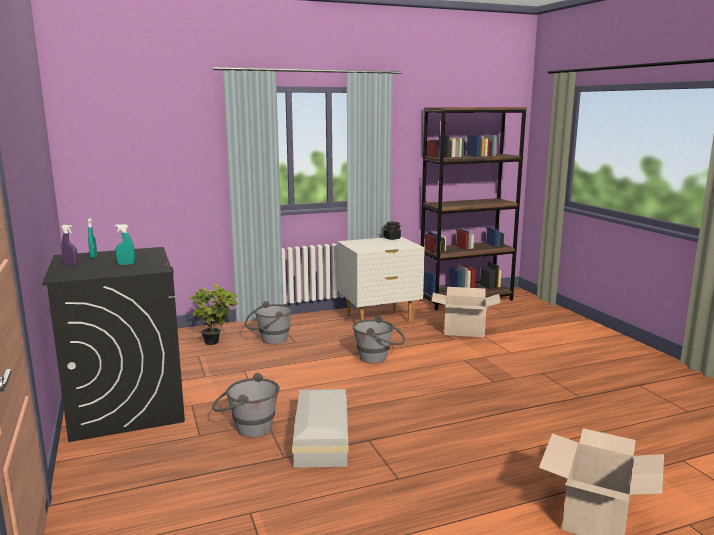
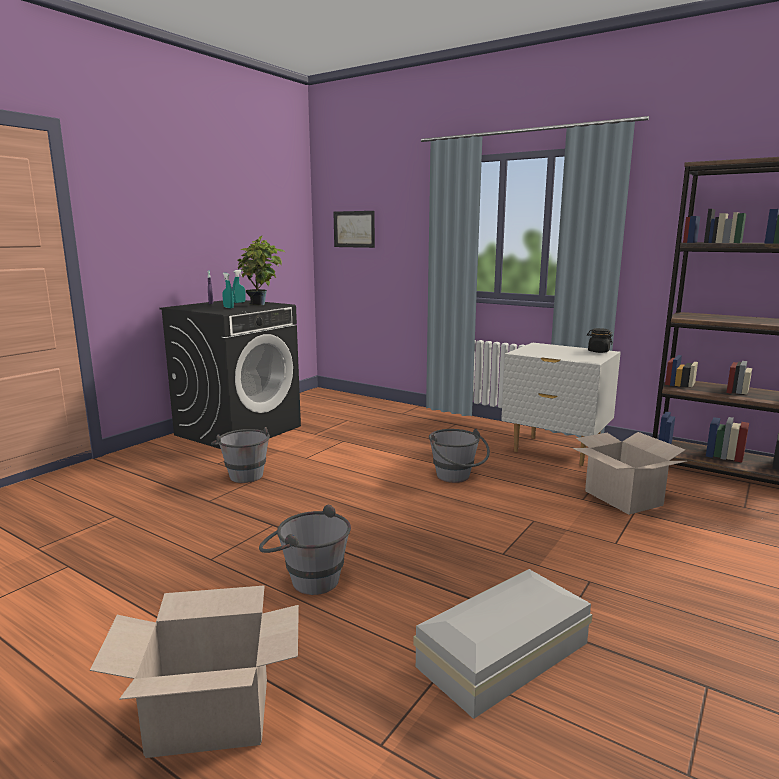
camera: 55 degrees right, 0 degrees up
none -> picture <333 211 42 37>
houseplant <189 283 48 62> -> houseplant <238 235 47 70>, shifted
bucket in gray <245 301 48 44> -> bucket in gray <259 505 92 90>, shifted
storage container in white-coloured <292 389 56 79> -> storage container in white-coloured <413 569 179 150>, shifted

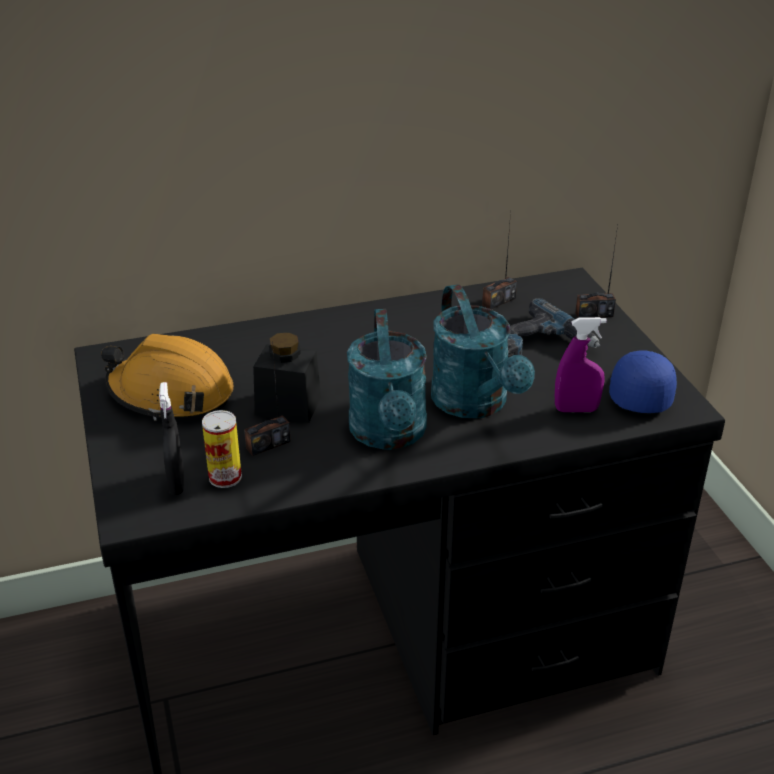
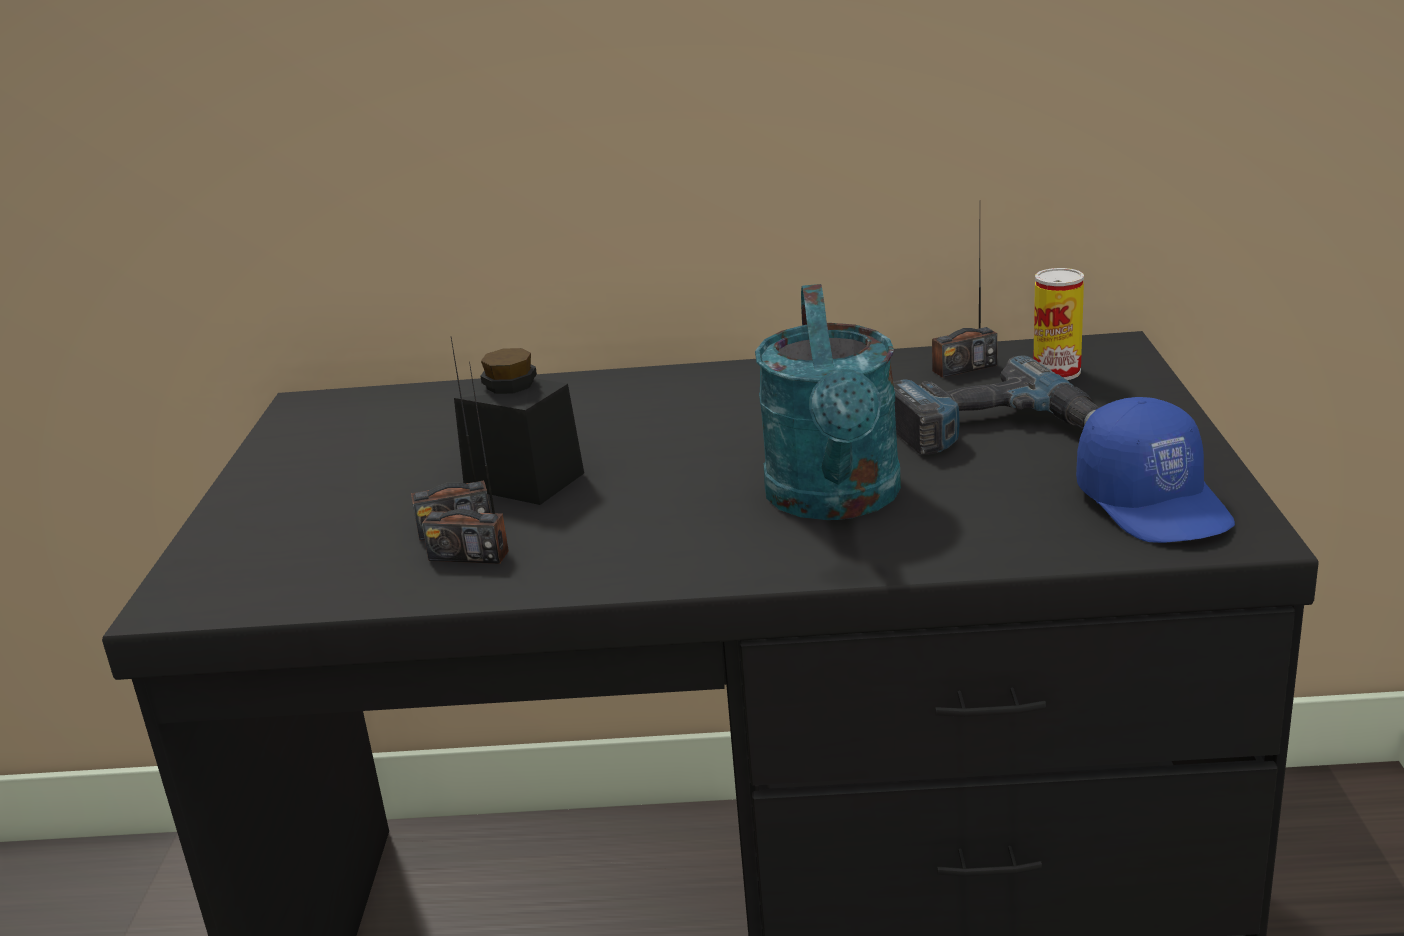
camera: 20 degrees right, 10 degrees down
safety helmet in orange <101 334 132 87> -> none
spray bottle in black <159 382 25 113> -> none
watering pot in blue-green <347 309 80 141> -> none
spray bottle in purplish <555 317 52 95> -> none
metal can <202 410 40 78> -> metal can <1033 268 51 112>, shifted
radio receiver <575 225 43 93> -> radio receiver <422 361 87 203>, shifted
cap in blue-coloured <609 351 68 62> -> cap in blue-coloured <1076 397 159 146>, 135 degrees clockwise

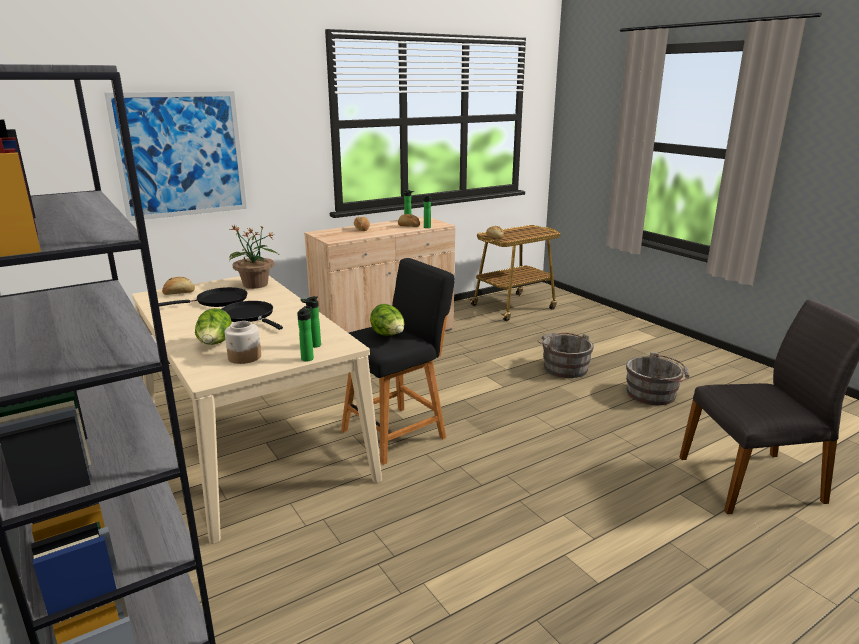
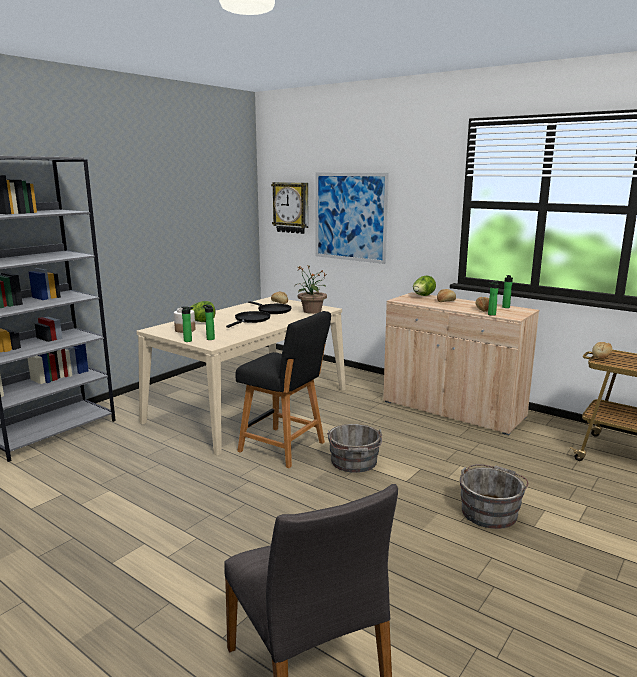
camera: 70 degrees right, 5 degrees down
none -> hanging clock <271 182 37 52>
head of lettuce <370 304 35 32> -> head of lettuce <413 275 23 21>, shifted
bucket in gray <626 352 63 53> -> bucket in gray <327 424 55 49>, shifted

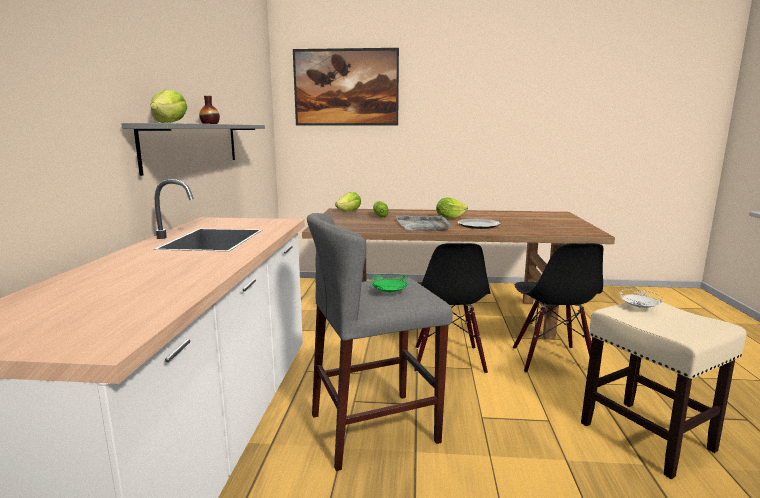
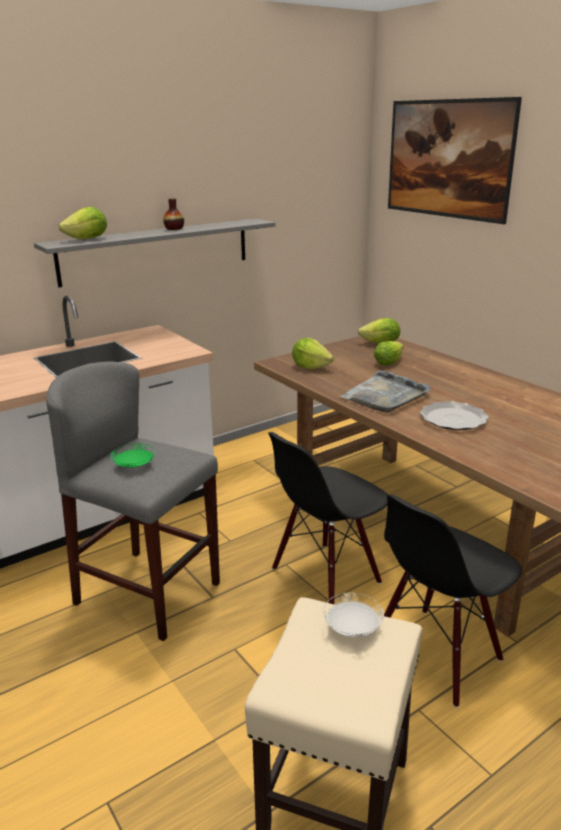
camera: 50 degrees right, 10 degrees up
head of lettuce <436 198 32 21> -> head of lettuce <292 338 42 31>, shifted

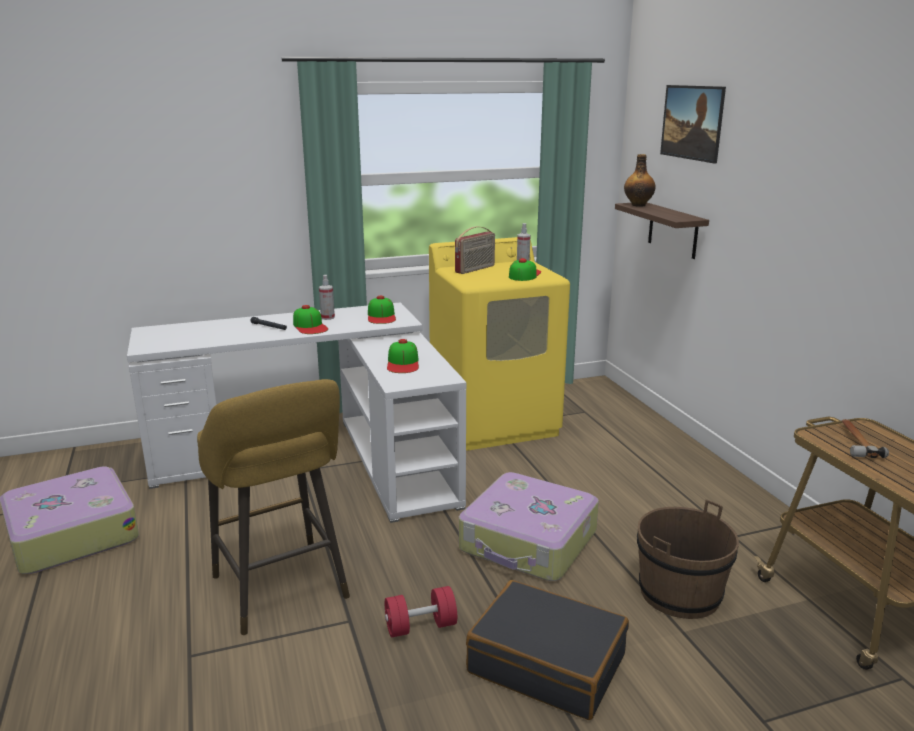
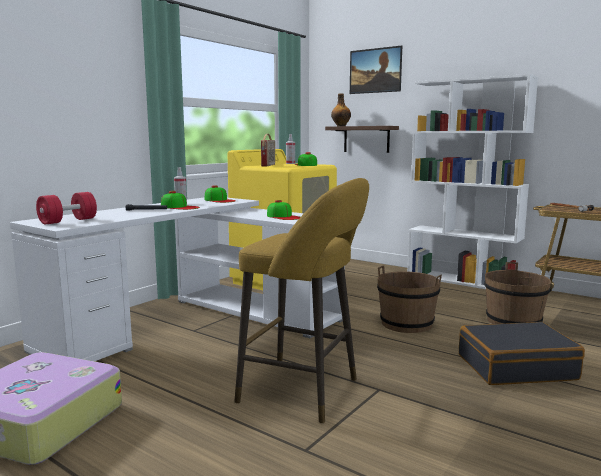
camera: 35 degrees left, 10 degrees down
none -> shelving unit in white-coloured <407 74 131 215>
dumbbell in reddish <385 586 72 51> -> dumbbell in reddish <36 192 61 33>, shifted
piece of luggage <459 472 140 109> -> bucket in brownish <377 265 65 68>

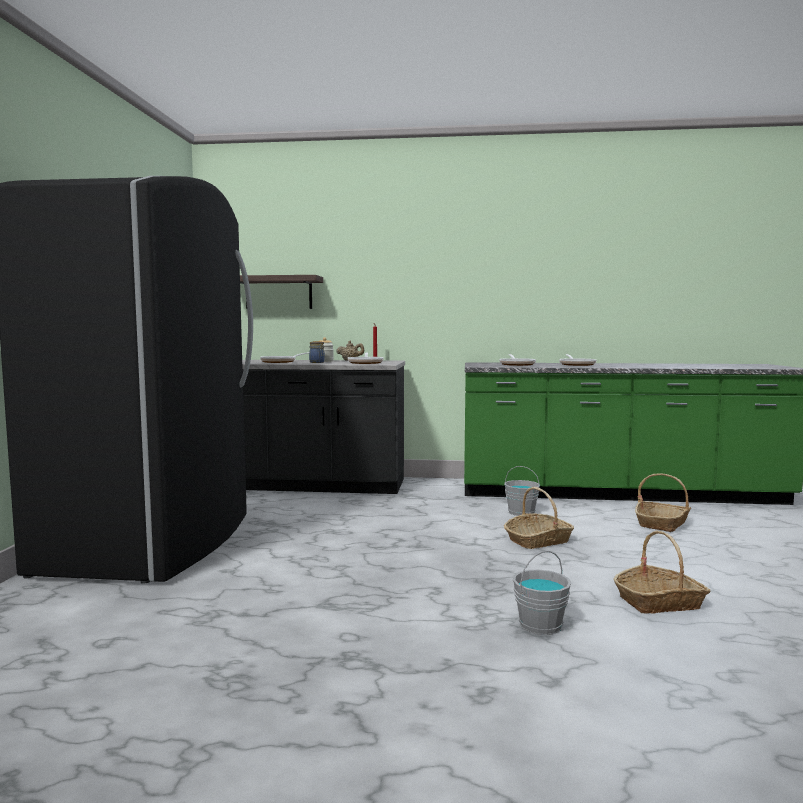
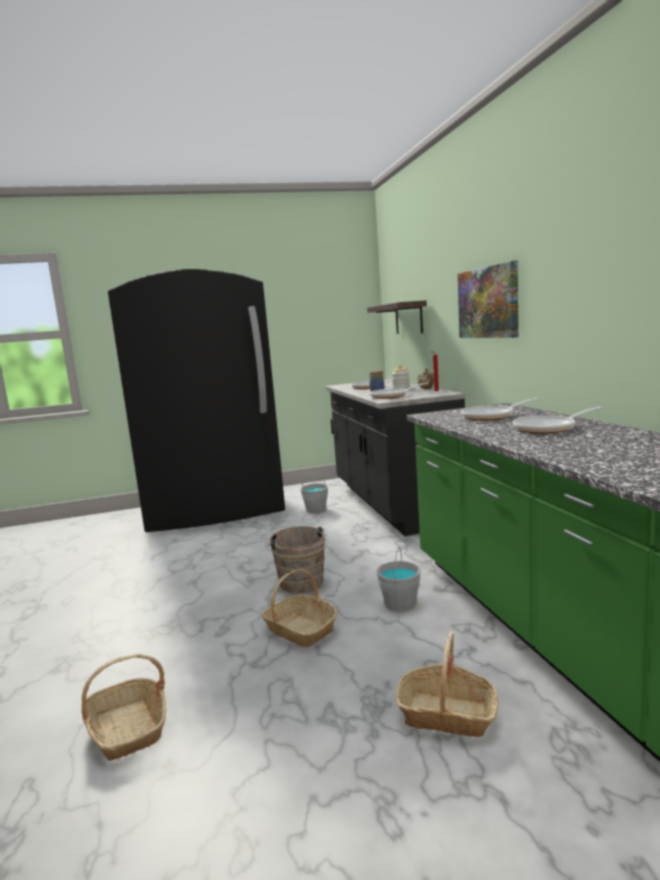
camera: 70 degrees right, 5 degrees up
none -> bucket in brownish <269 526 59 68>
none -> picture <457 260 61 78>
bucket in gray <513 551 58 84> -> bucket in gray <300 473 28 40>, shifted

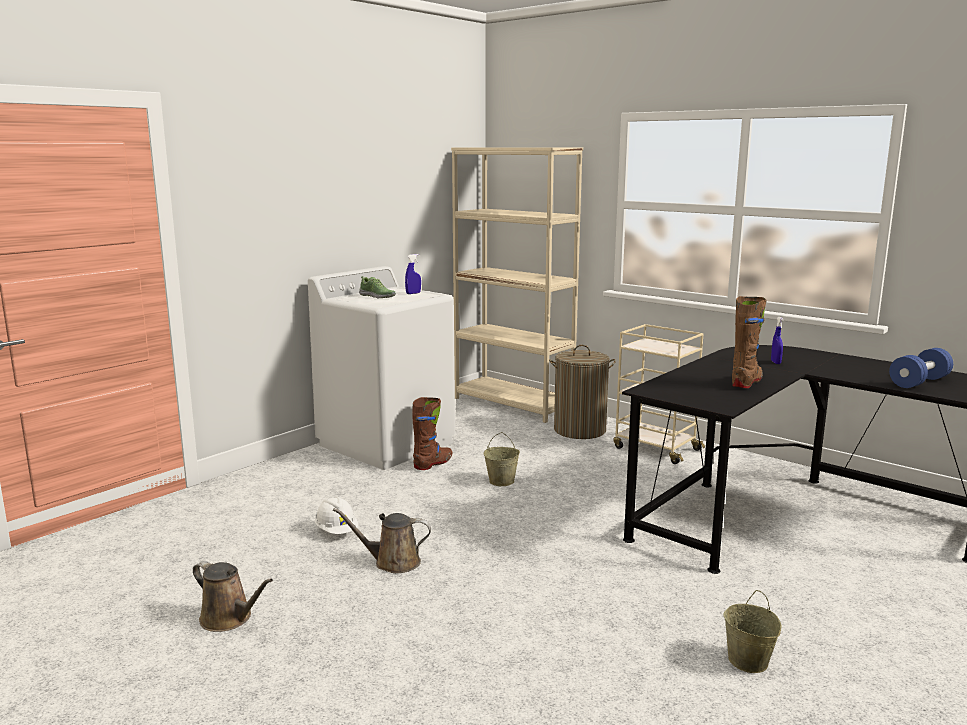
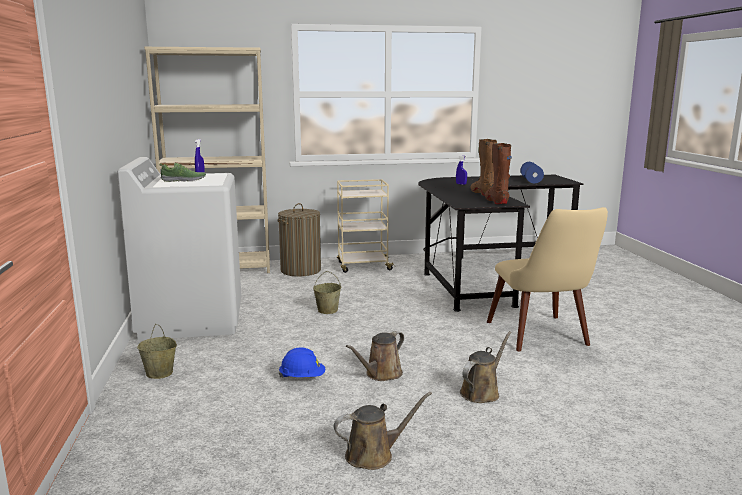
camera: 50 degrees left, 0 degrees up
none -> watering pot in brownish <460 331 52 72>
none -> plain chair in sand-coloured <487 207 121 144>
boot in brownish <412 397 41 73> -> boot in brownish <485 143 27 61>, shifted
bucket in sand-coloured <724 590 58 83> -> bucket in sand-coloured <137 324 40 55>, shifted
safety helmet in white-coloured <315 496 43 38> -> safety helmet in blue-coloured <278 348 47 30>

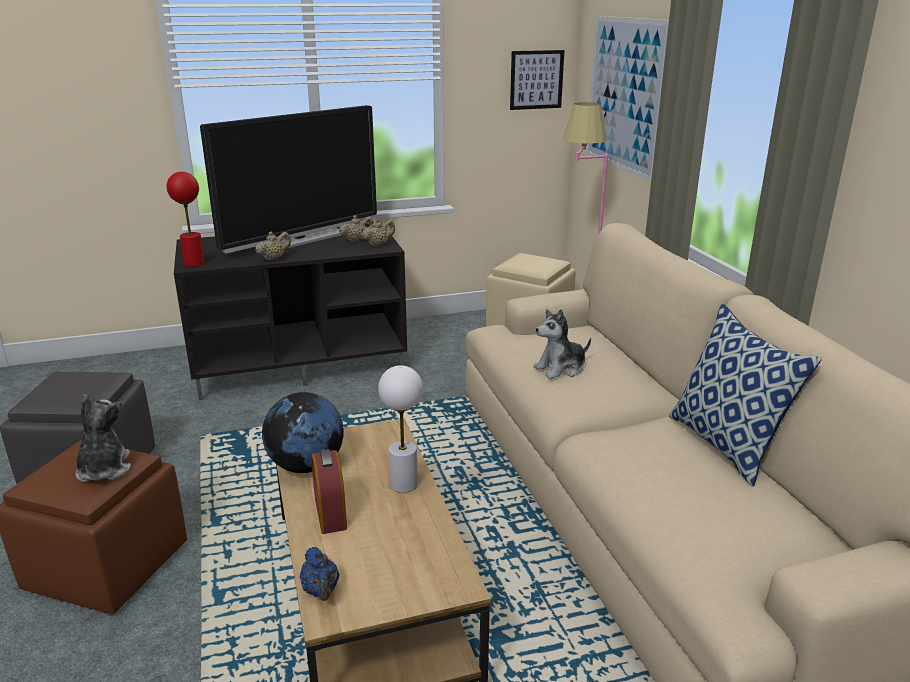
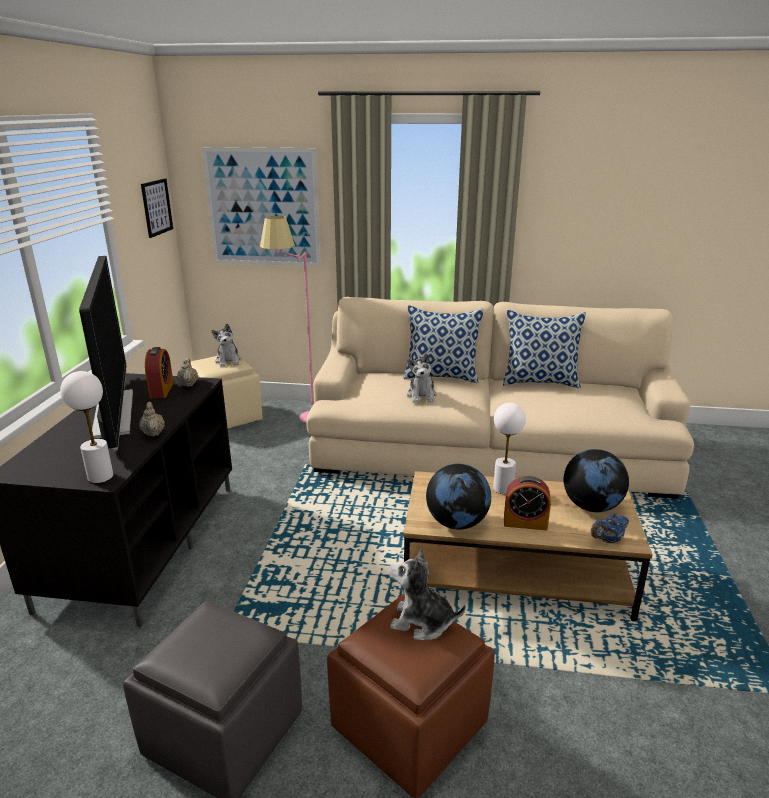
camera: 65 degrees left, 0 degrees up
none -> plush toy <212 324 29 43>
none -> pillow <404 305 80 79>
none -> world globe <564 449 65 63>
pot for tea in sand-coloured <339 215 35 27> -> table clock <145 347 29 51>
tabletop lamp in reddish <167 172 38 95> -> tabletop lamp in white-coloured <60 371 53 112>
pot for tea in blue-coloured <299 547 40 54> -> pot for tea in blue-coloured <590 513 39 30>, 150 degrees clockwise

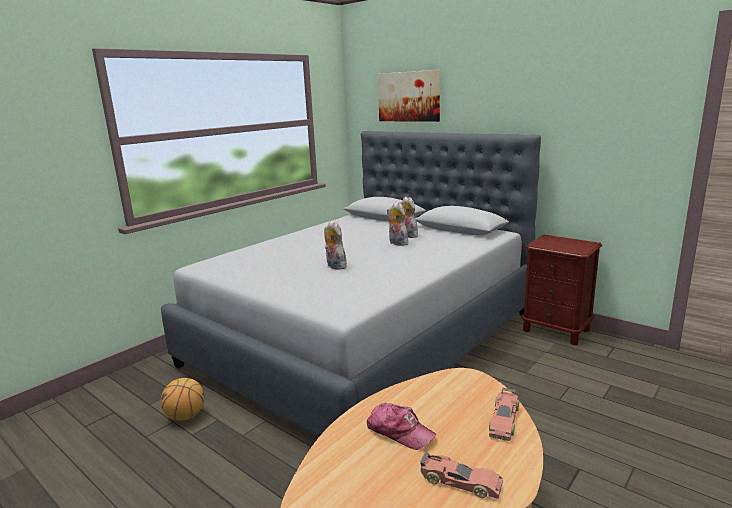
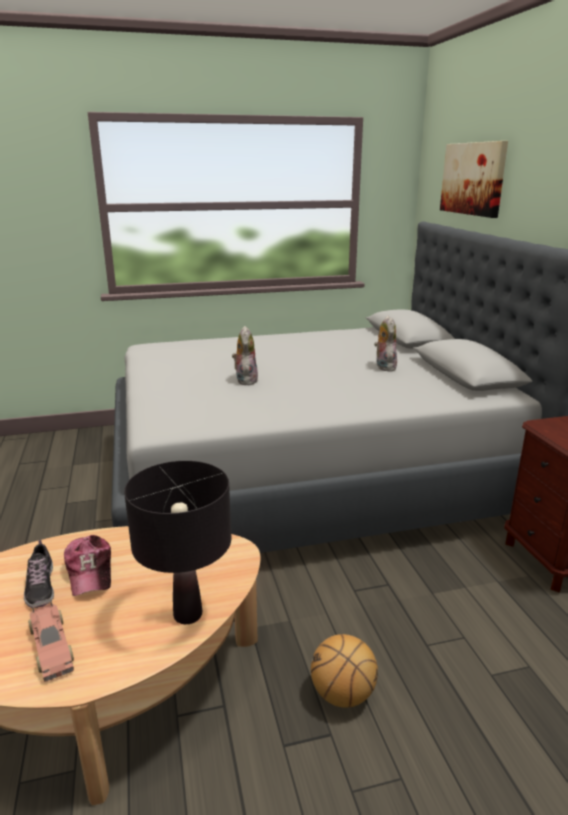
camera: 35 degrees right, 5 degrees up
plush toy <387 203 21 43> -> none
none -> low shoe <24 540 30 68>
basketball ball <161 378 44 43> -> basketball ball <311 634 67 74>, shifted
toy car <489 388 30 53> -> tabletop lamp in black <124 461 107 163>

